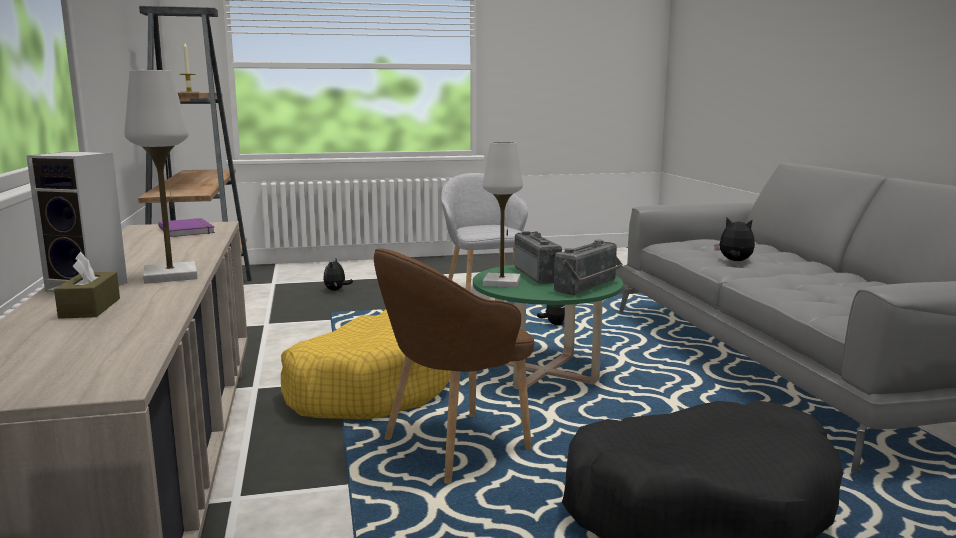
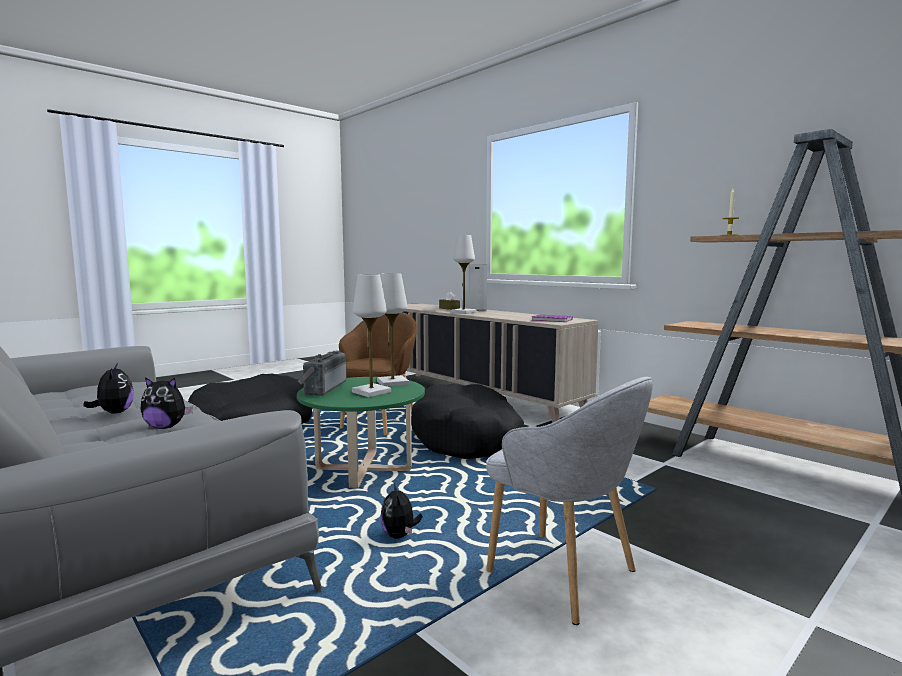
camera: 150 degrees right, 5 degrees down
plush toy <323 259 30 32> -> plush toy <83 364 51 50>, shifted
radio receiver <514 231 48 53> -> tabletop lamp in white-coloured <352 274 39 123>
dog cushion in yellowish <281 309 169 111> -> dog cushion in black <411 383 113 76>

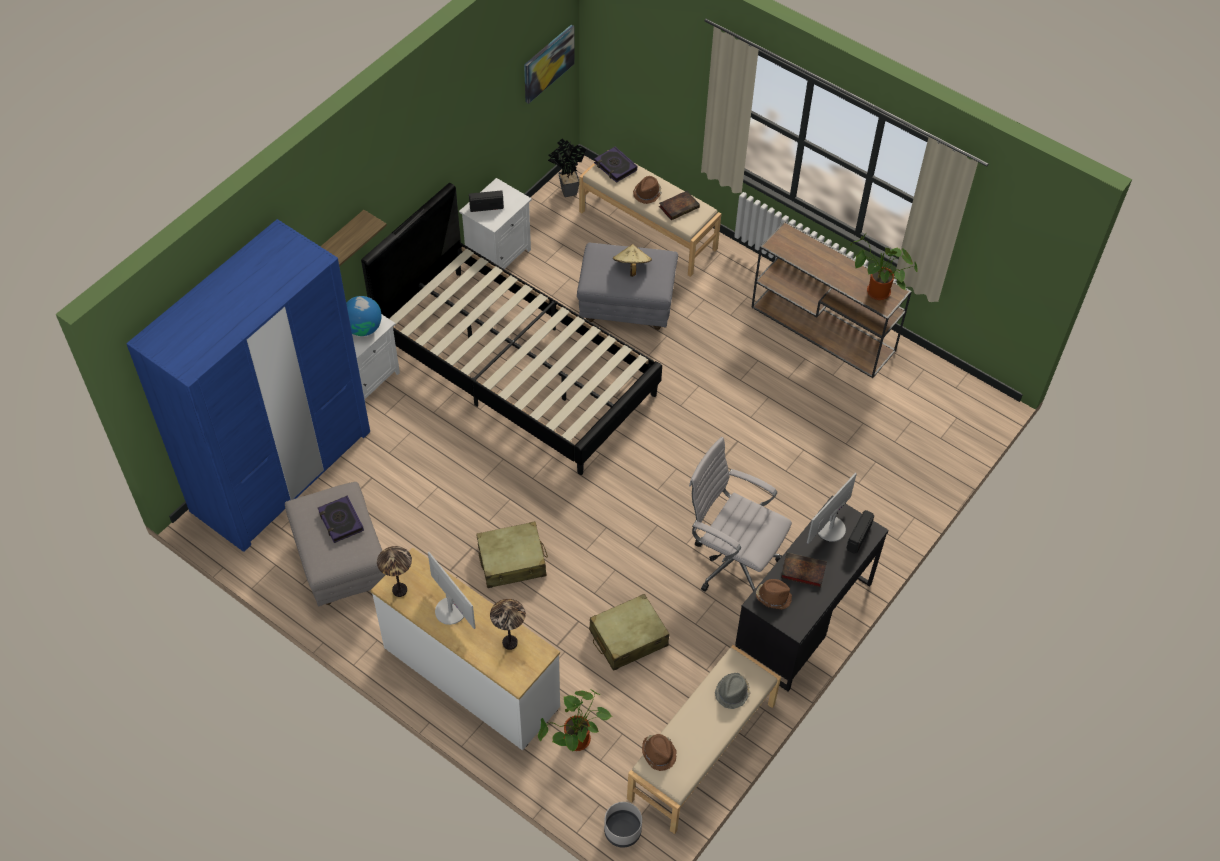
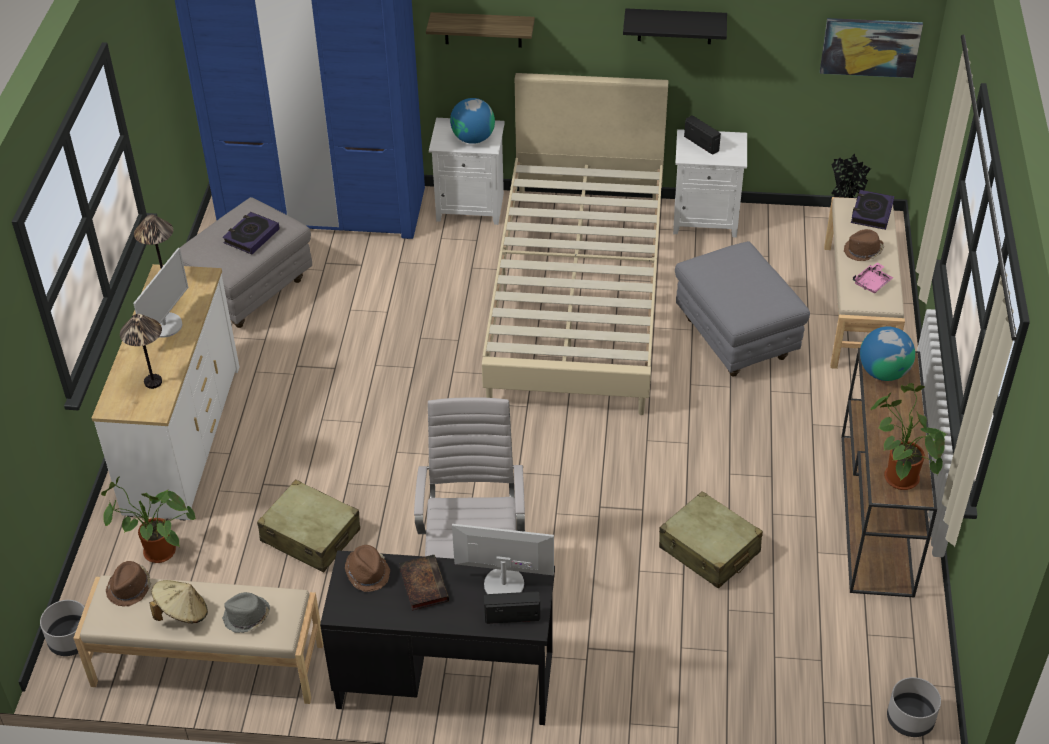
camera: 60 degrees right, 10 degrees down
none -> bracket shelf in black <623 9 104 35>
none -> world globe <860 327 55 54>
none -> plant pot in gray <887 677 54 60>
piece of luggage in sand-coloured <476 521 72 67> -> piece of luggage in sand-coloured <659 491 104 98>, shifted
hat in sand-coloured <613 244 39 33> -> hat in sand-coloured <149 580 59 43>, shifted
bound book <659 191 41 29> -> serving tray in pinkish <853 262 40 31>
bed in black <361 183 301 292> -> bed in sand-coloured <482 73 187 342>

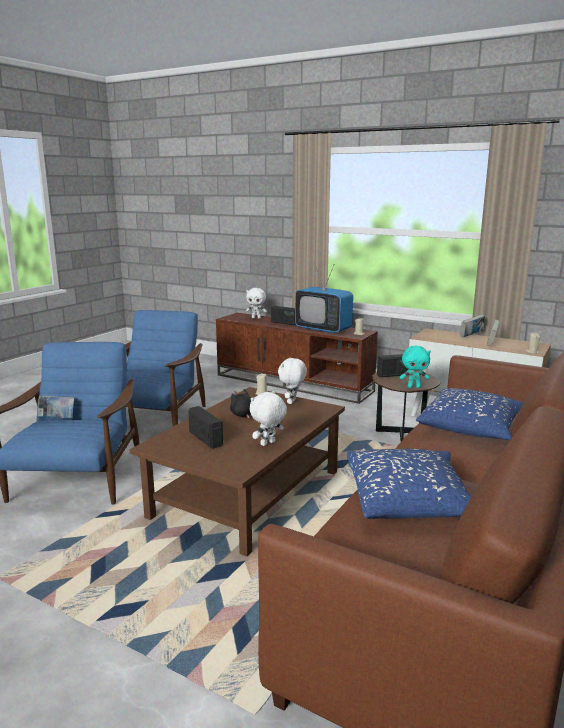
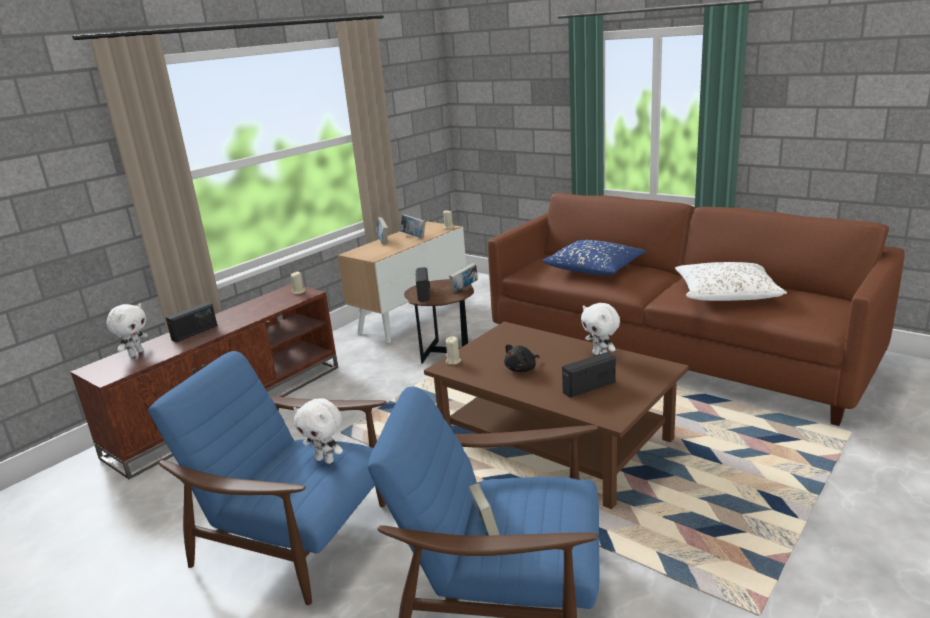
camera: 80 degrees left, 5 degrees up
television <295 262 58 71> -> none
plush toy in white-coloured <278 357 29 47> -> plush toy in white-coloured <293 398 50 66>, shifted
plush toy in blue-green <400 346 31 42> -> bound book <449 263 29 30>
pillow in blue-coloured <347 449 124 70> -> pillow in white-coloured <675 262 112 39>

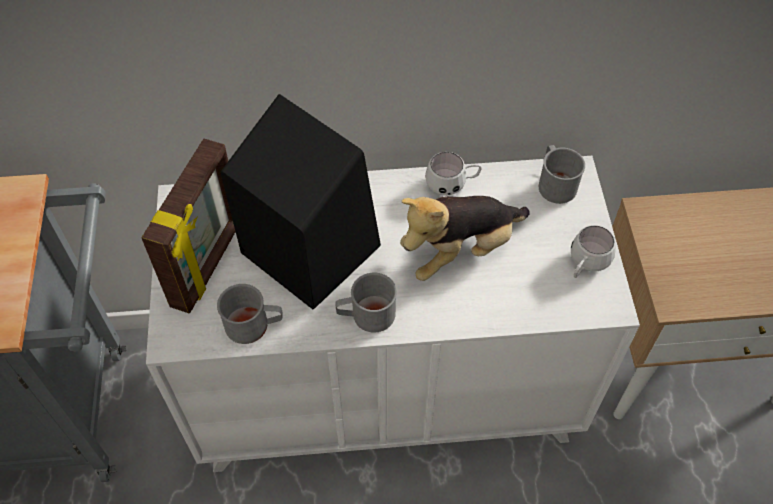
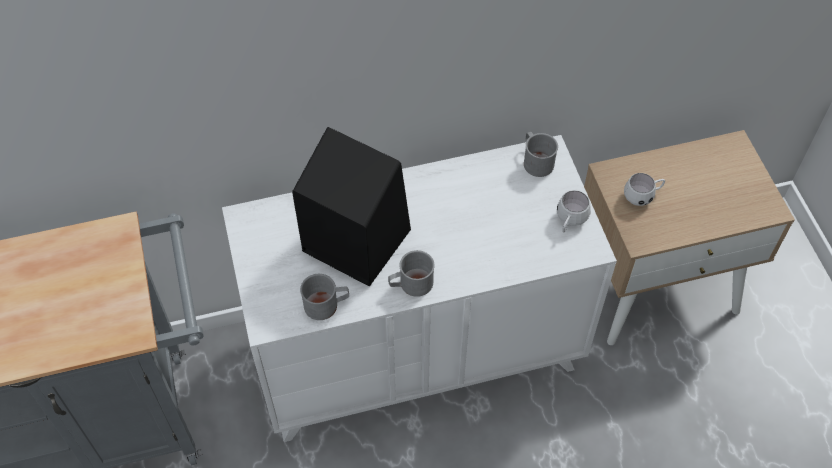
camera: 10 degrees left, 0 degrees up
standing frame <141 139 94 175> -> none
plush toy <400 196 130 85> -> none
mug in white-coloured <425 152 57 44> -> mug in white-coloured <624 173 41 33>, shifted

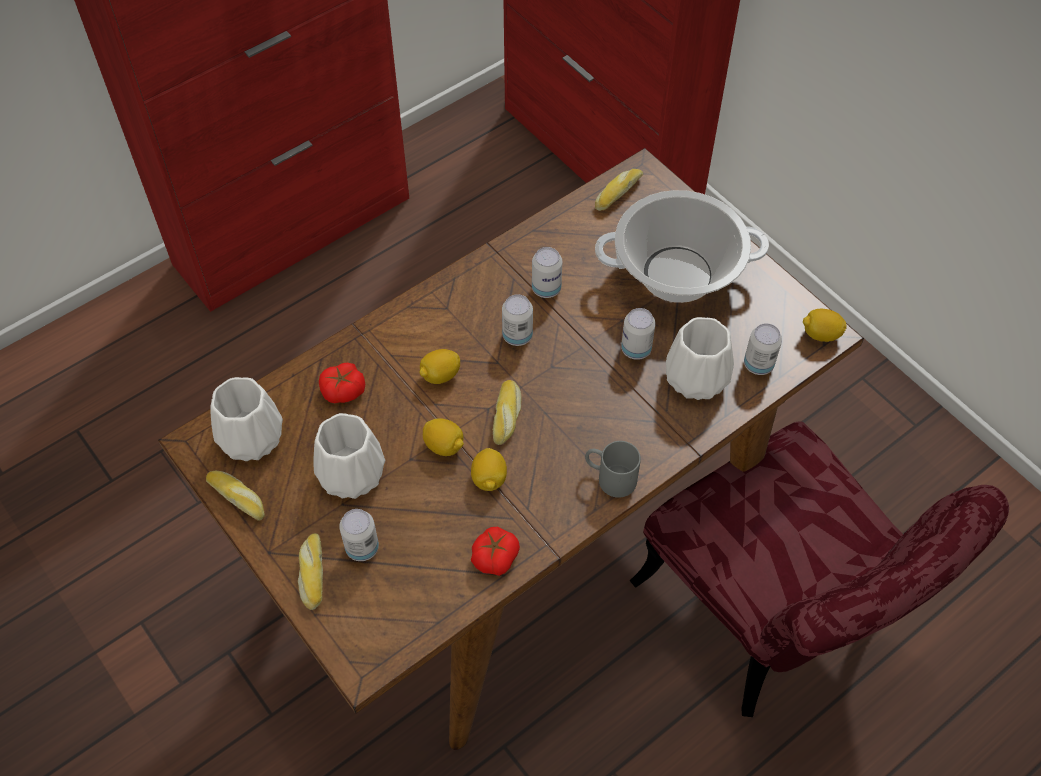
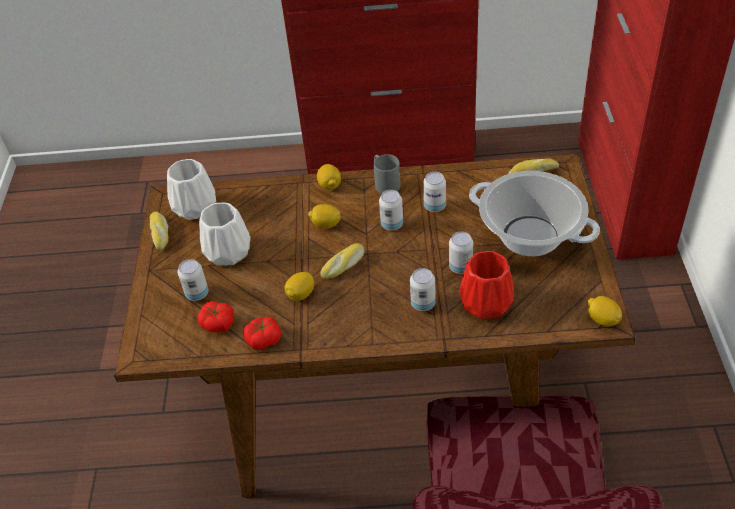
camera: 40 degrees right, 10 degrees down
bread <298 533 25 77> -> none
whole tomato <319 363 46 40> -> whole tomato <197 301 37 32>, shifted
citrus fruit <423 418 41 38> -> citrus fruit <317 164 24 26>, shifted
mug in gray <585 441 56 57> -> mug in gray <373 154 28 40>, shifted
metal can <744 323 38 52> -> metal can <410 268 26 43>, shifted
decorative vase in white-coloured <666 317 68 83> -> decorative vase in reddish <459 251 55 68>

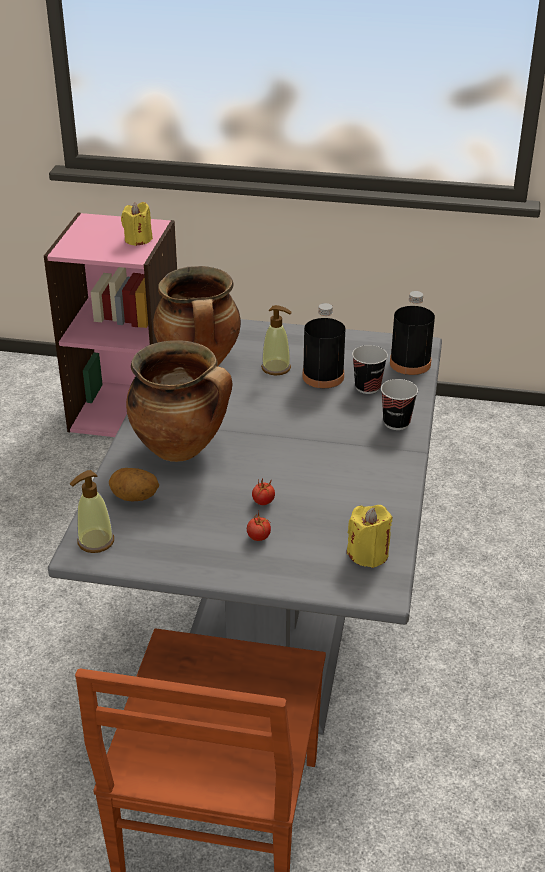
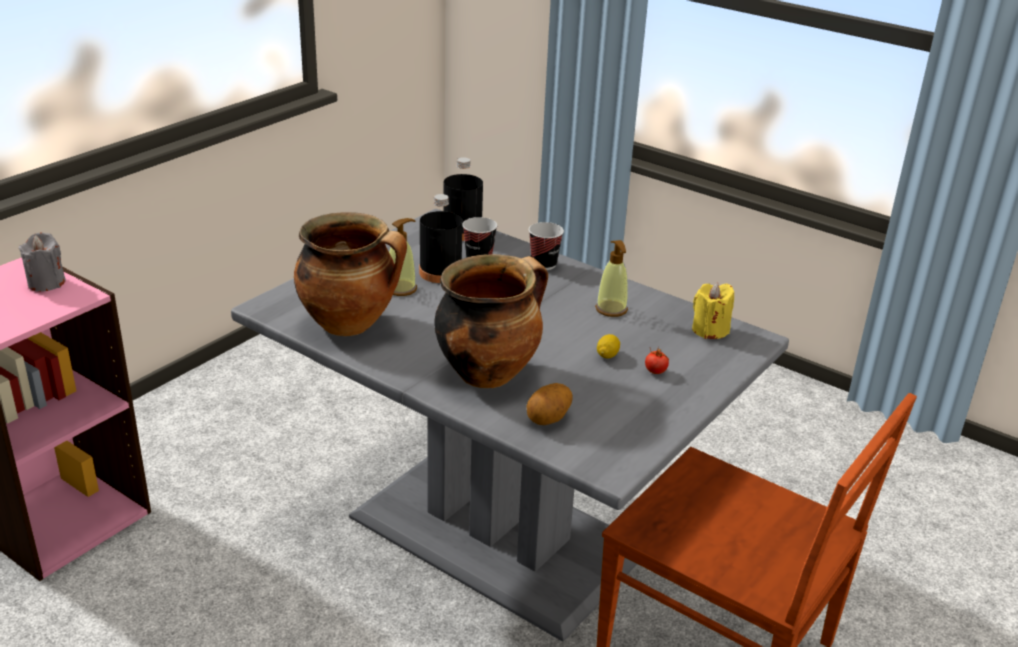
camera: 65 degrees left, 5 degrees down
soap bottle <70 470 44 83> -> soap bottle <595 240 33 77>, shifted
whole tomato <252 479 23 26> -> citrus fruit <597 334 23 24>
candle in yellowish <121 202 32 44> -> candle in gray <19 232 47 59>

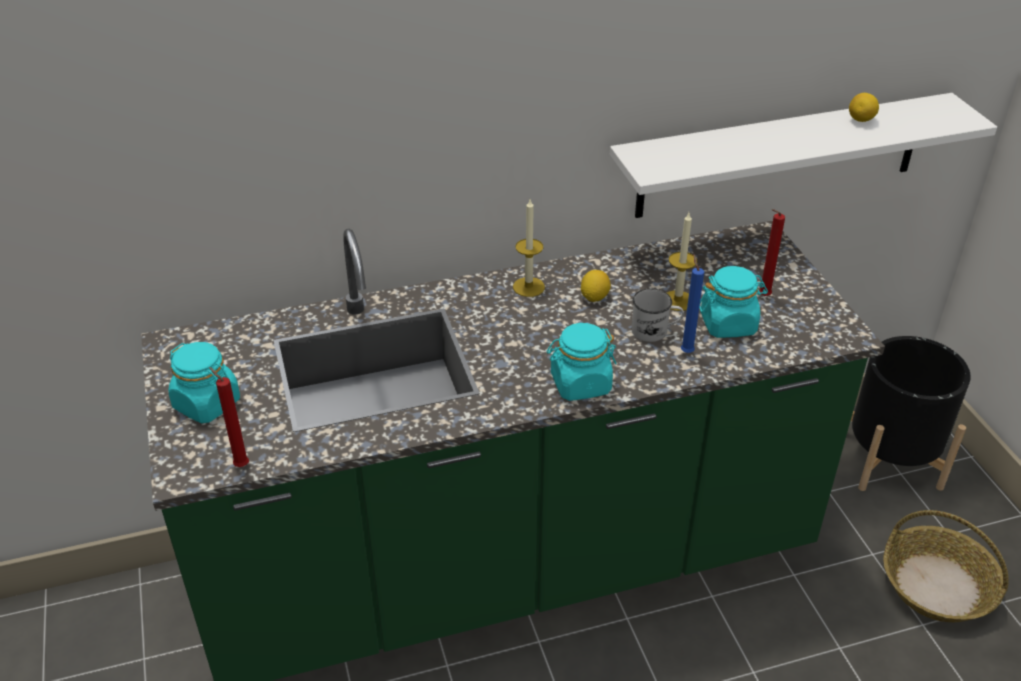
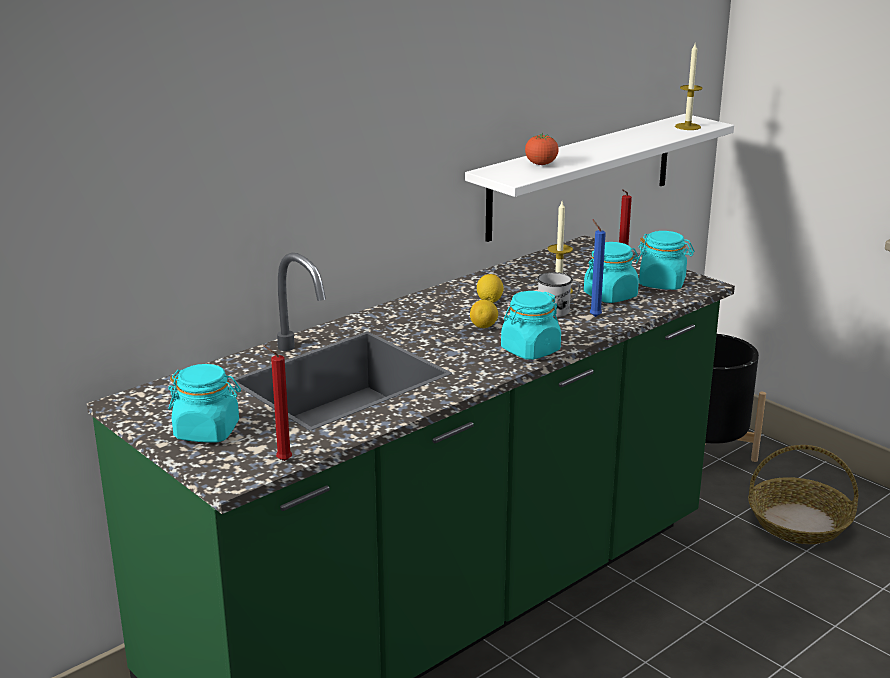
camera: 25 degrees left, 15 degrees down
none -> whole tomato <525 133 34 32>
none -> preserve jar in blue-green <636 231 58 59>
candle <513 200 32 97> -> candle <675 44 27 86>, shifted
citrus fruit <849 93 30 29> -> citrus fruit <470 300 28 28>, shifted

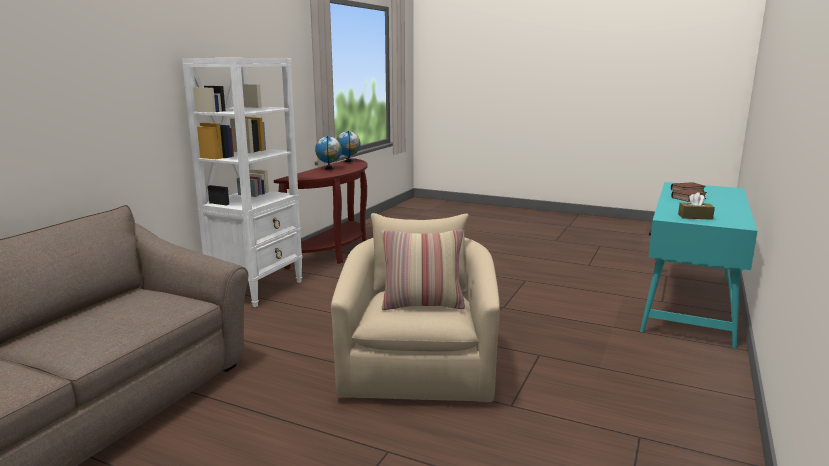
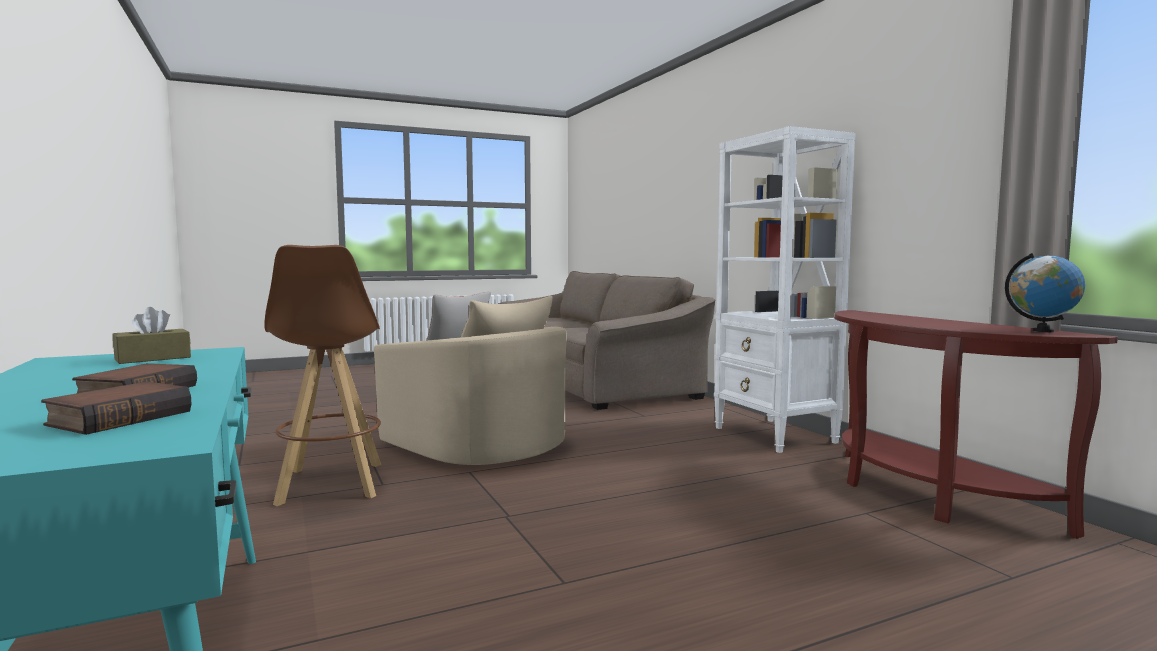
camera: 130 degrees right, 10 degrees down
world globe <315 136 27 34> -> none
none -> sitting stool in brownish <264 245 117 261>

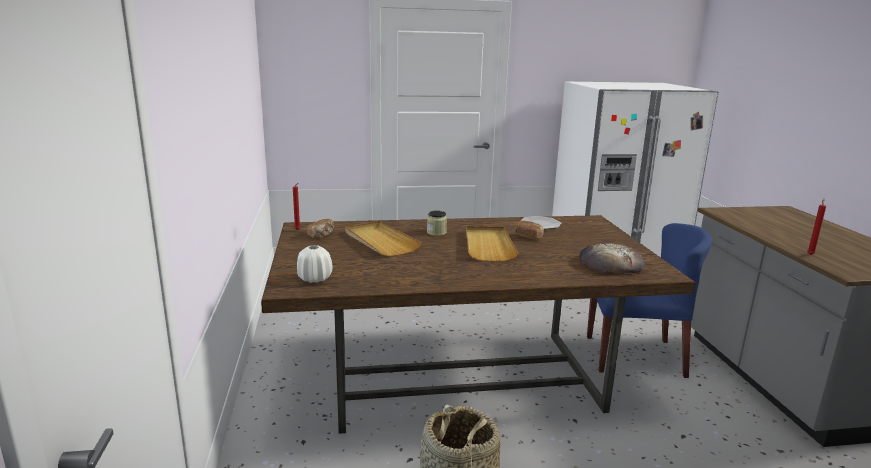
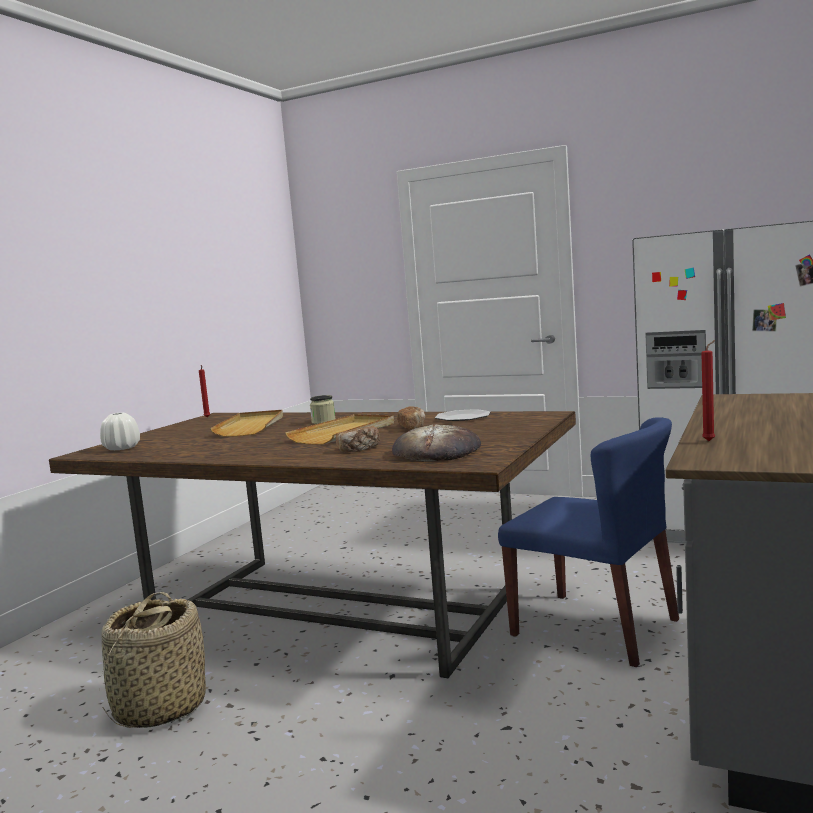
camera: 35 degrees right, 10 degrees down
bread <307 219 27 20> -> bread <336 426 44 26>, shifted

